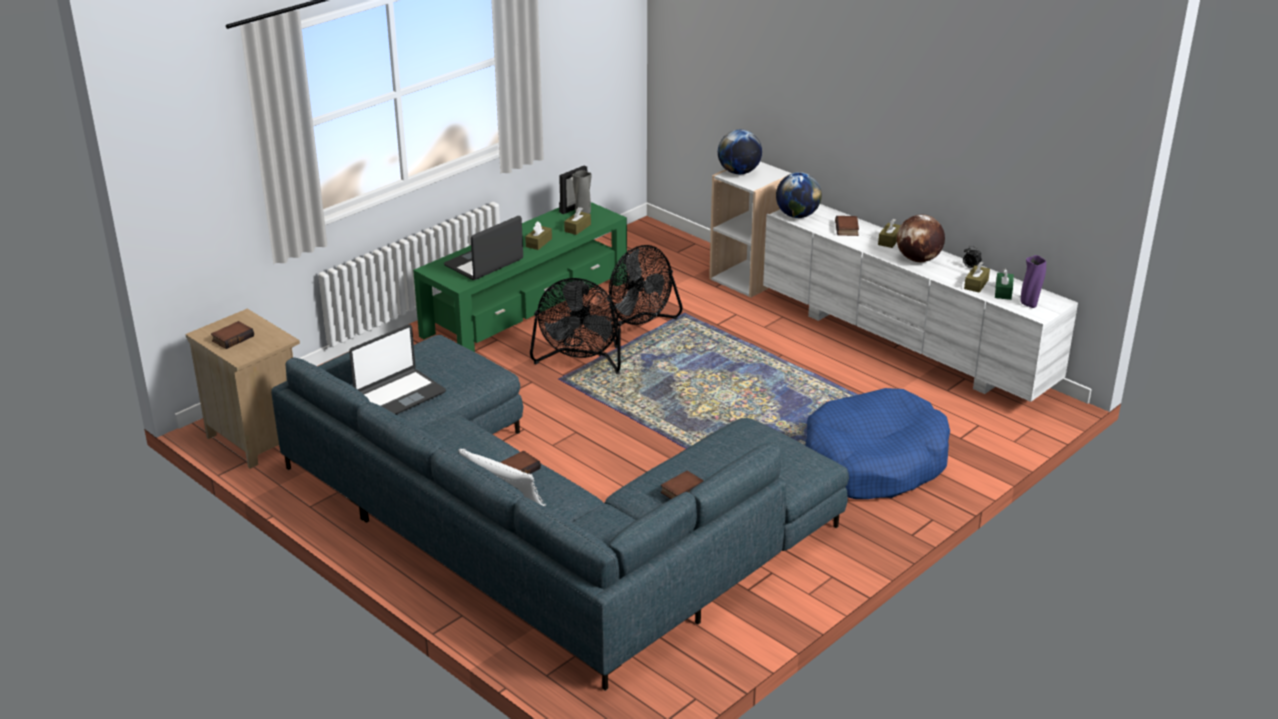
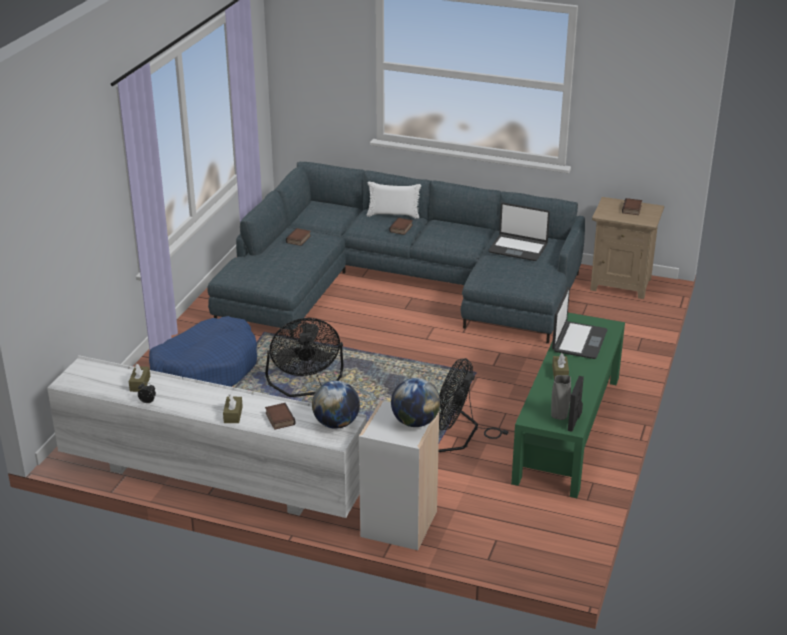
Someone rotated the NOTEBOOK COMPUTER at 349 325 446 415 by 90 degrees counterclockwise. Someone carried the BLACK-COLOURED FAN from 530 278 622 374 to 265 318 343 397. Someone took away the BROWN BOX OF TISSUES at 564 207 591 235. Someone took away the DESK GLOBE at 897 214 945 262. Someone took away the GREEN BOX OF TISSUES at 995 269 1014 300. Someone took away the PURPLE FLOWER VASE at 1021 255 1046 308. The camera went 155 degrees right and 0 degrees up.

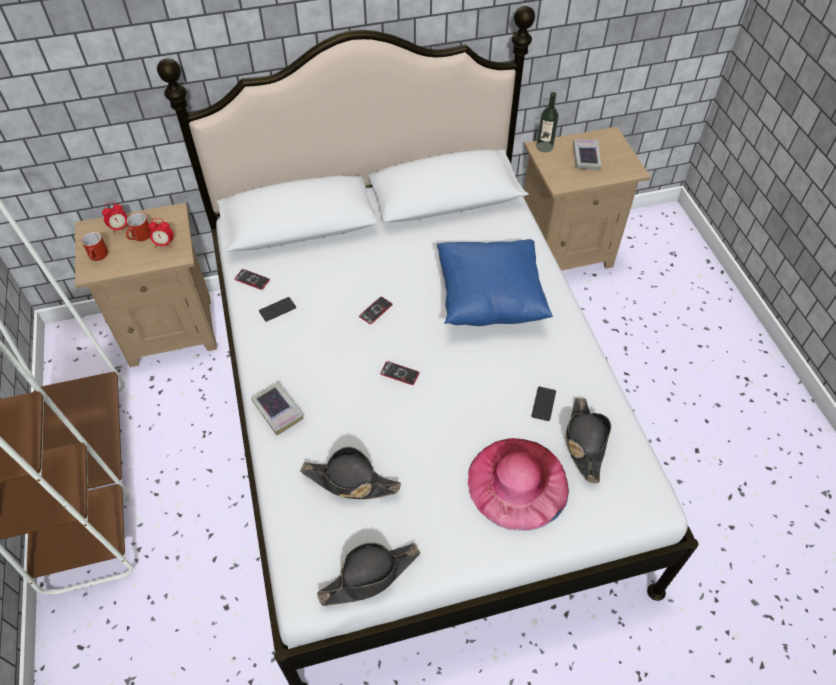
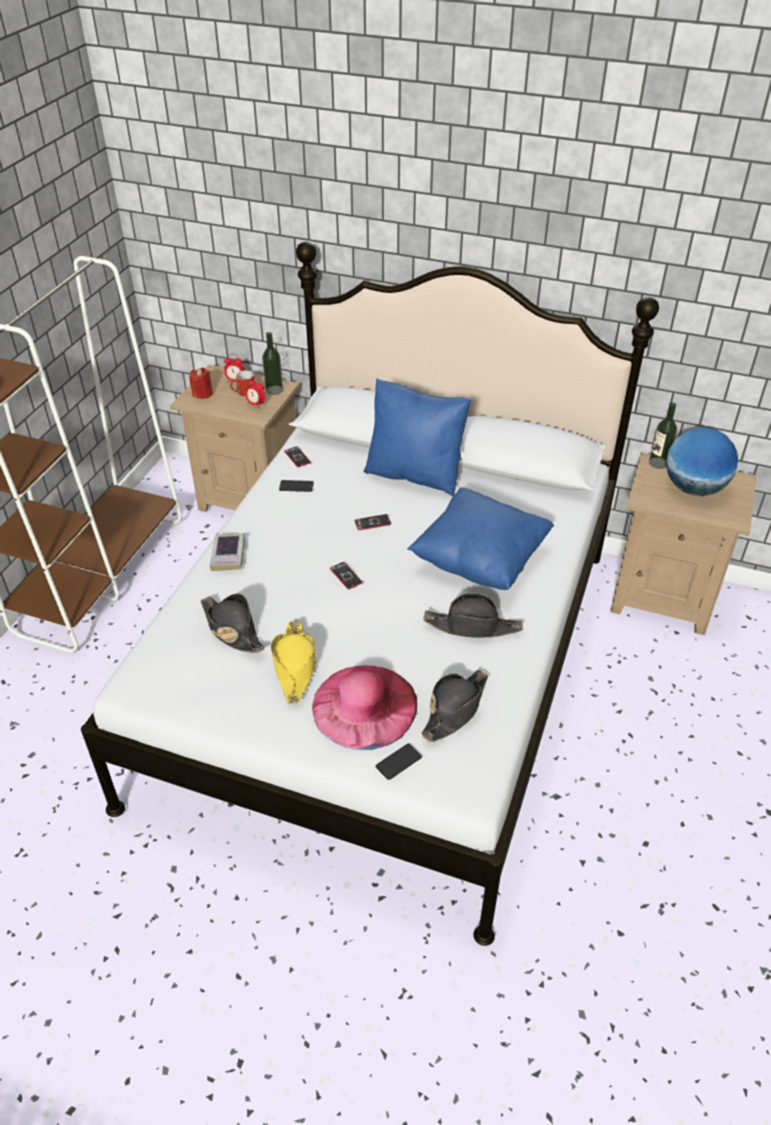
Someone swapped the RED-COLOURED TEA MUG at 81 232 108 261 for the RED-COLOURED WAX LIGHT at 189 367 213 399. Someone carried the BLACK-COLOURED HAT from 317 542 420 606 to 424 593 523 638. Someone carried the TELEPHONE from 532 387 556 421 to 376 743 422 780. Someone swapped the BOUND BOOK at 573 139 601 171 for the DESK GLOBE at 666 427 738 496. Someone put down the BOTTLE at 262 332 283 395. Someone put down the YELLOWISH HAT at 271 620 317 704. Someone put down the BLUE THROW PILLOW at 363 378 471 496. The camera went 35 degrees right and 10 degrees down.

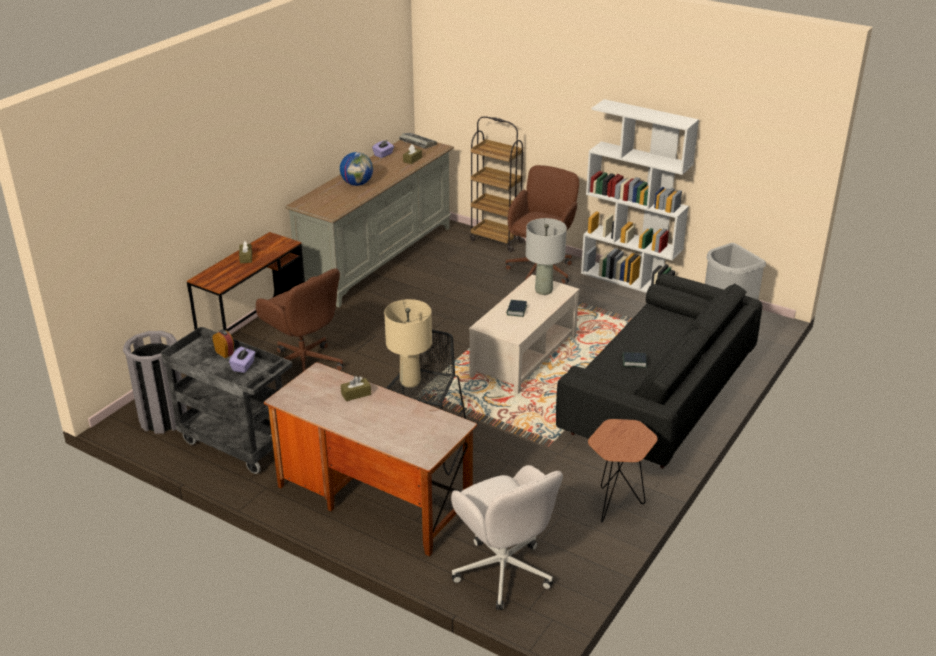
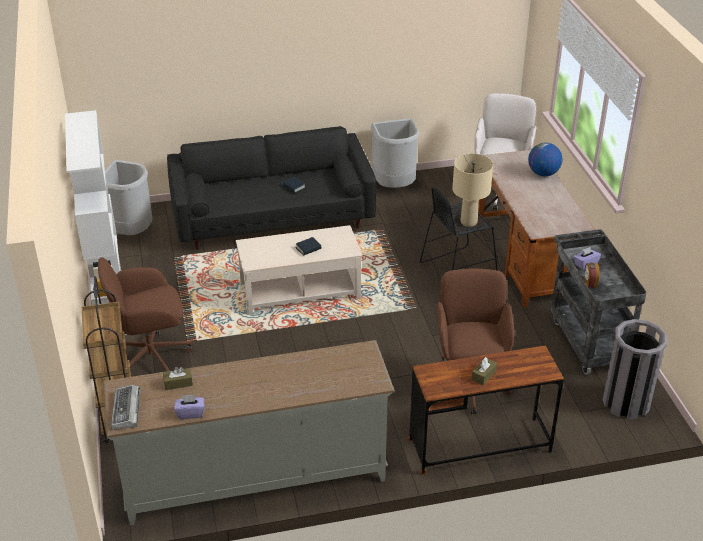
Someone carried the DESK GLOBE from 340 152 373 186 to 528 142 563 176. Someone took away the BROWN BOX OF TISSUES at 341 376 371 401. Someone took away the GREYISH TABLETOP LAMP at 526 218 567 295. Someone swapped the BROWN END TABLE at 588 419 658 522 for the GREYISH WASTE BIN at 371 119 419 188. The camera went 135 degrees left and 5 degrees up.

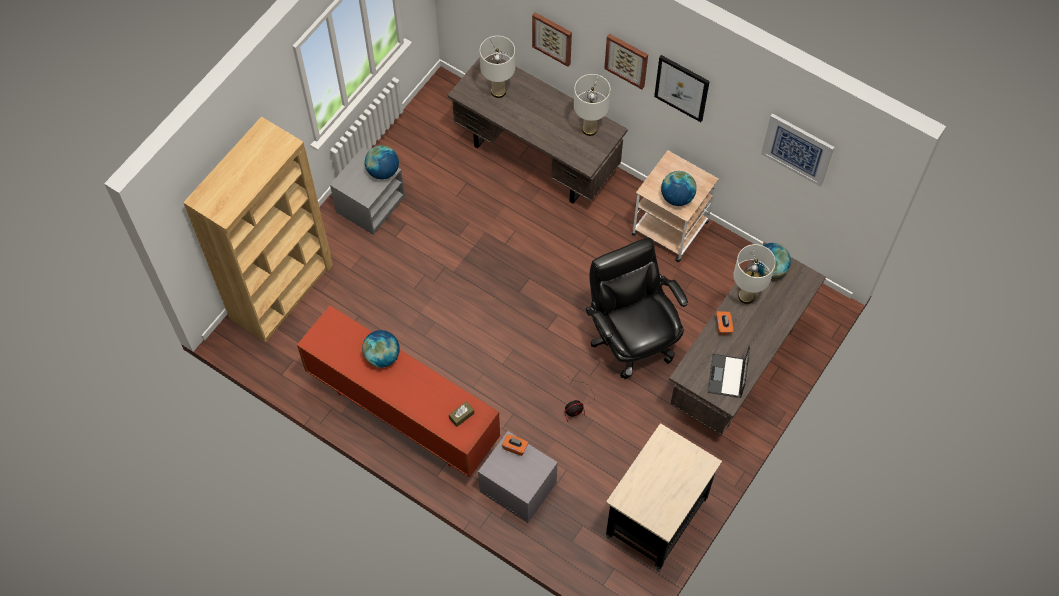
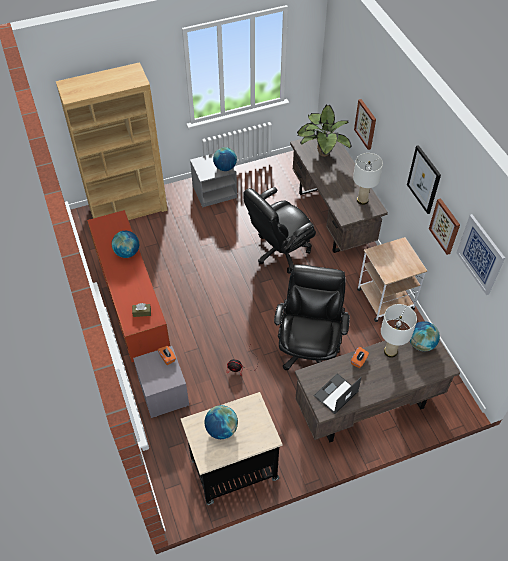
Someone swapped the WHITE-COLOURED TABLETOP LAMP at 480 36 515 98 for the PLANT IN A POT at 297 104 352 157. Someone carried the PICTURE from 604 34 648 89 to 429 198 460 255. Someone carried the DESK GLOBE from 661 171 697 206 to 205 405 238 439. Someone put down the BLACK-COLOURED DESK CHAIR at 243 187 316 274. The camera went 35 degrees right and 10 degrees down.

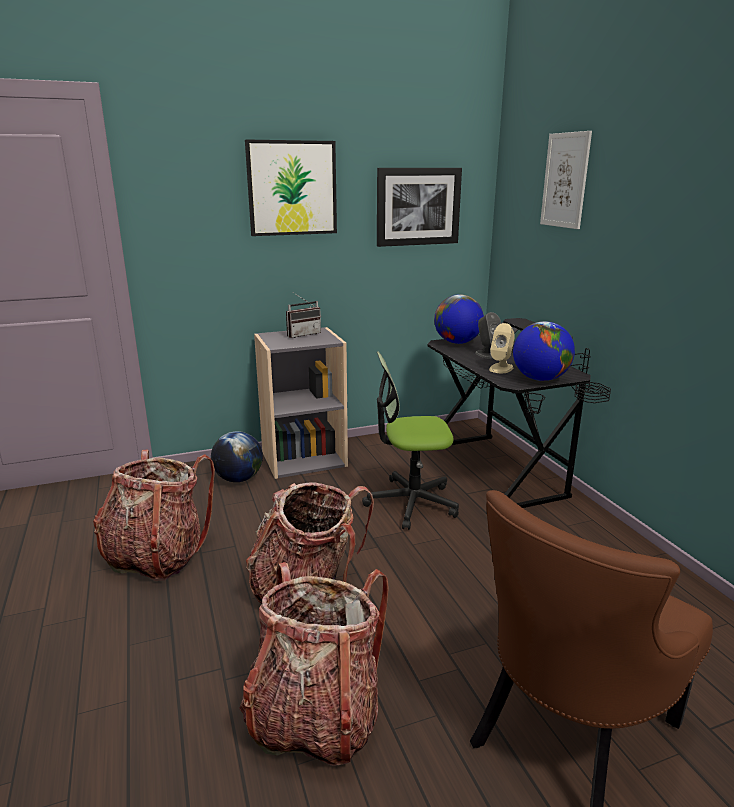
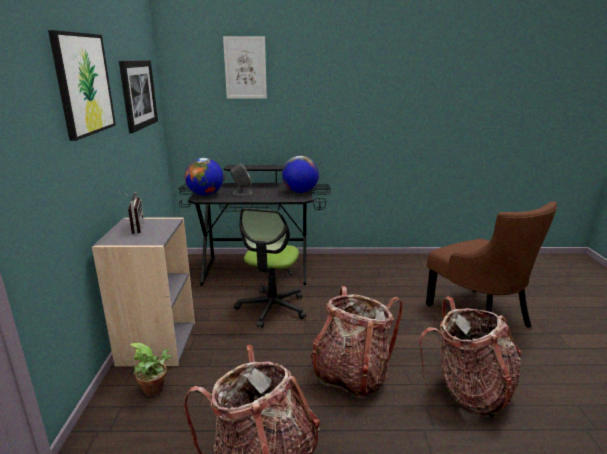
Someone swapped the DESK GLOBE at 211 431 263 482 for the PLANT IN A POT at 129 343 172 396. Someone took away the BEIGE-COLOURED AUDIO SPEAKER at 489 323 515 374. The camera went 70 degrees left and 0 degrees up.

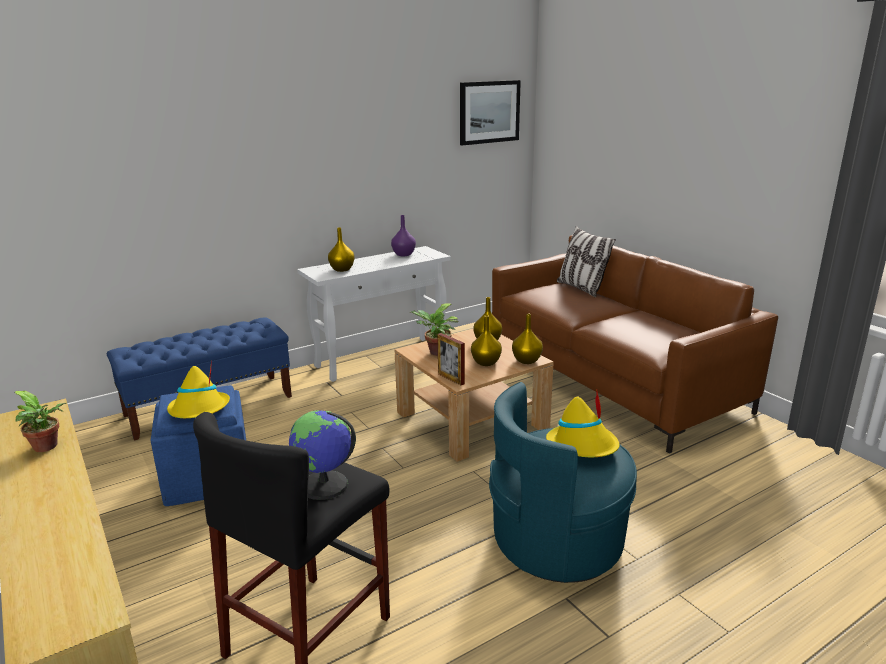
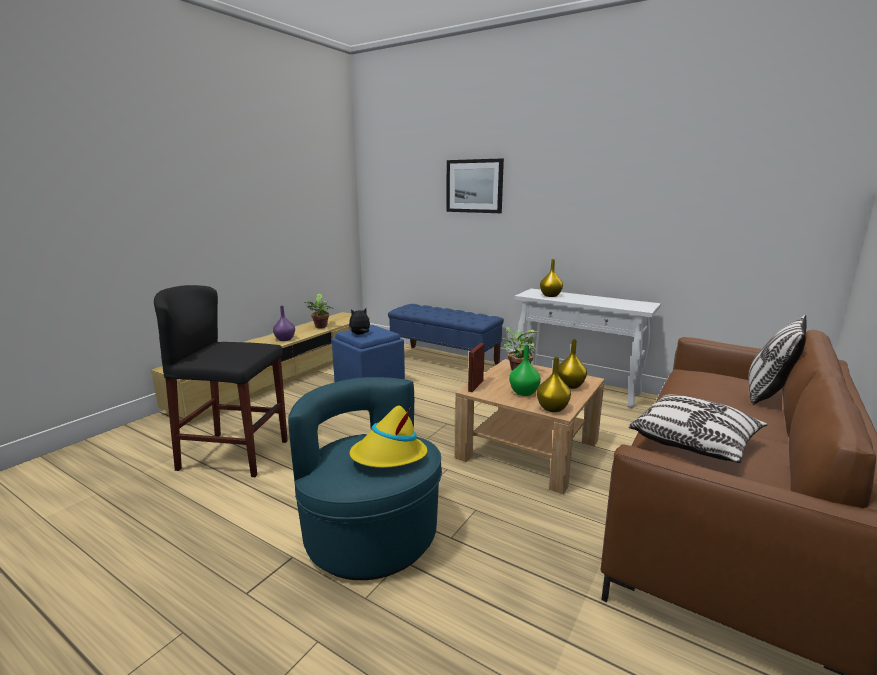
Someone swapped the YELLOWISH HAT at 167 360 230 418 for the CUDDLY TOY at 349 308 370 335. Someone took away the DESK GLOBE at 289 410 356 500. Someone carried the PURPLE FLOWER VASE from 391 215 416 256 to 273 306 295 341. Someone carried the PICTURE from 460 80 521 145 to 446 158 504 213. Someone repainted the YELLOWISH FLOWER VASE at 471 315 502 366, which became the GREEN FLOWER VASE at 509 345 541 396. Someone put down the THROW PILLOW at 629 394 768 463. The camera went 65 degrees right and 5 degrees down.

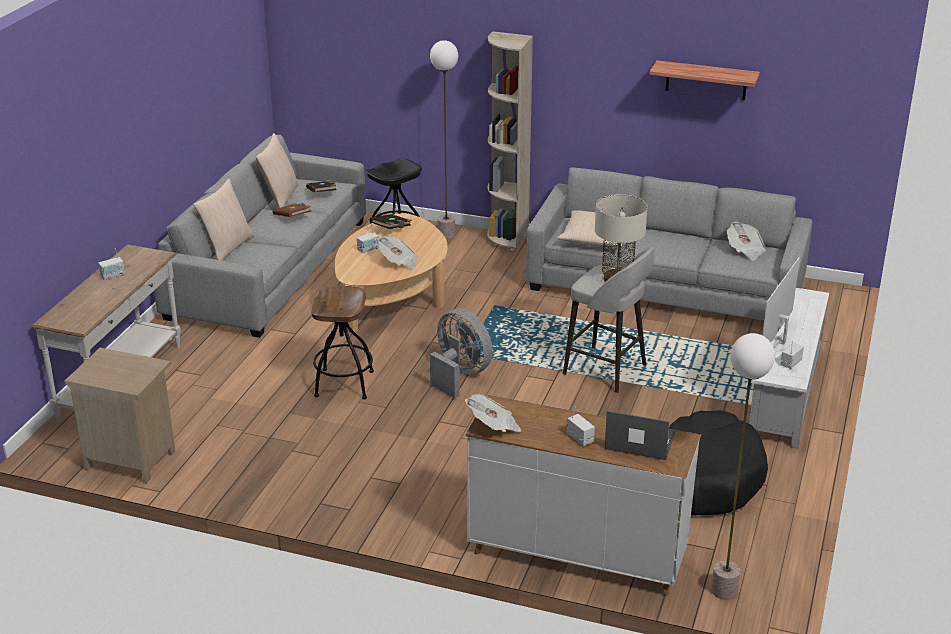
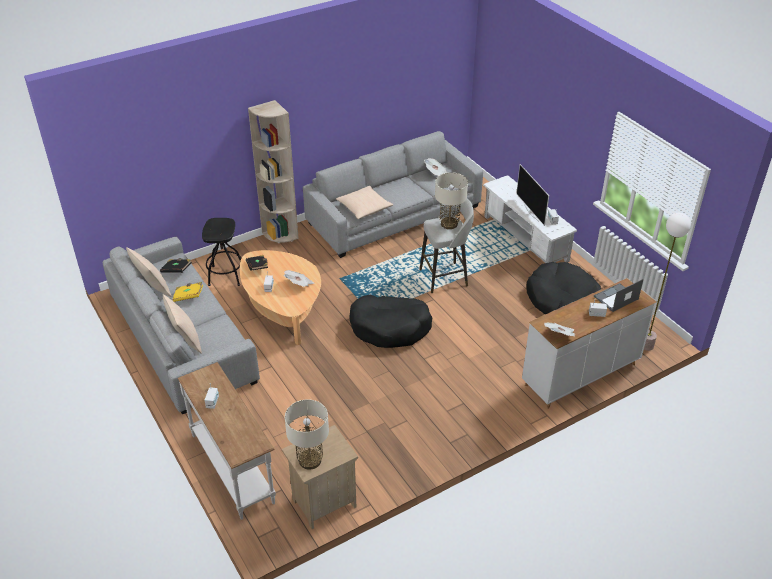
Someone repainted the BROWN BOUND BOOK at 272 203 311 217, which became the YELLOWISH BOUND BOOK at 172 282 203 302. Someone took away the BROWN STOOL at 311 286 374 399. Someone took away the FLOOR LAMP at 430 40 458 239. Someone swapped the GREYISH FAN at 430 308 493 398 for the BLACK-COLOURED PET BED at 349 295 433 348. Someone took away the BRACKET SHELF at 649 60 760 100. Someone put down the TABLETOP LAMP at 285 399 329 470. The camera went 50 degrees left and 10 degrees up.

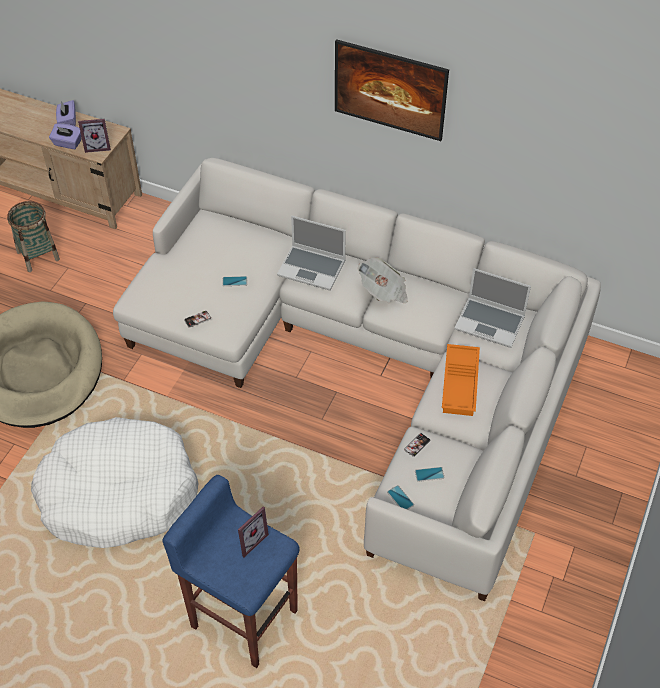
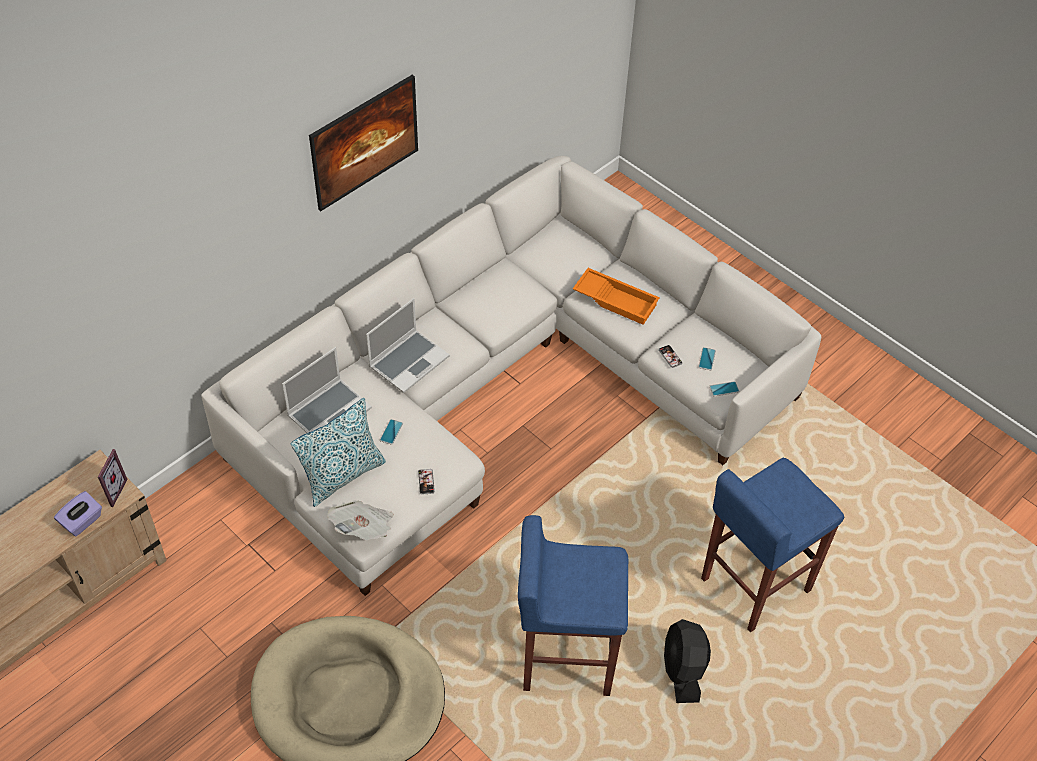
Someone took away the STORAGE BASKET at 7 201 60 272. Someone swapped the WHITE-COLOURED PET BED at 31 417 199 548 for the BLUE STOOL at 518 515 628 696. Someone took away the PURPLE BOX OF TISSUES at 56 100 76 126. Someone took away the PHOTO FRAME at 238 506 269 557. Someone carried the DAILY PAPER from 358 257 408 303 to 327 500 394 540. Someone carried the NOTEBOOK COMPUTER from 454 268 531 348 to 282 347 372 433. Someone put down the THROW PILLOW at 291 398 386 507. Someone put down the BLACK-COLOURED FAN at 664 619 711 703. The camera went 70 degrees left and 0 degrees up.

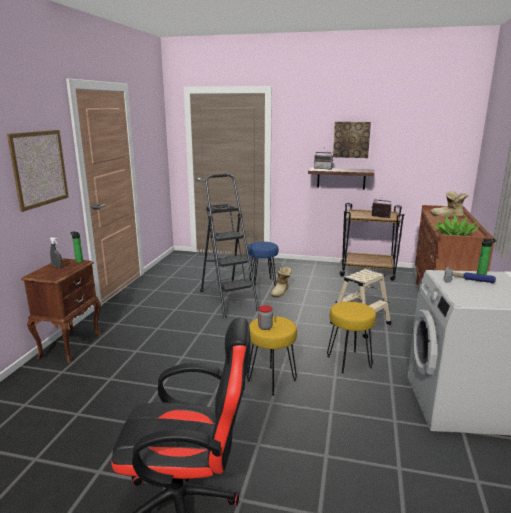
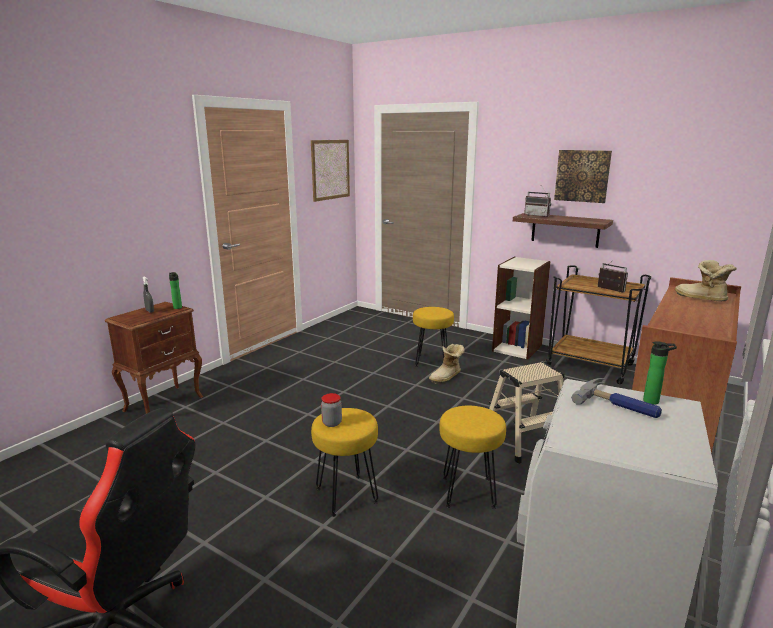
Someone carried the PICTURE from 7 130 69 212 to 311 140 350 202. Someone took away the STEPLADDER at 200 174 259 318. Someone repainted the BLUE STOOL at 248 242 278 287, which became the YELLOWISH STOOL at 413 307 454 367. Someone took away the PLANT IN A POT at 434 215 479 236. Someone put down the SHELVING UNIT at 492 257 551 360. The camera went 20 degrees right and 0 degrees up.

